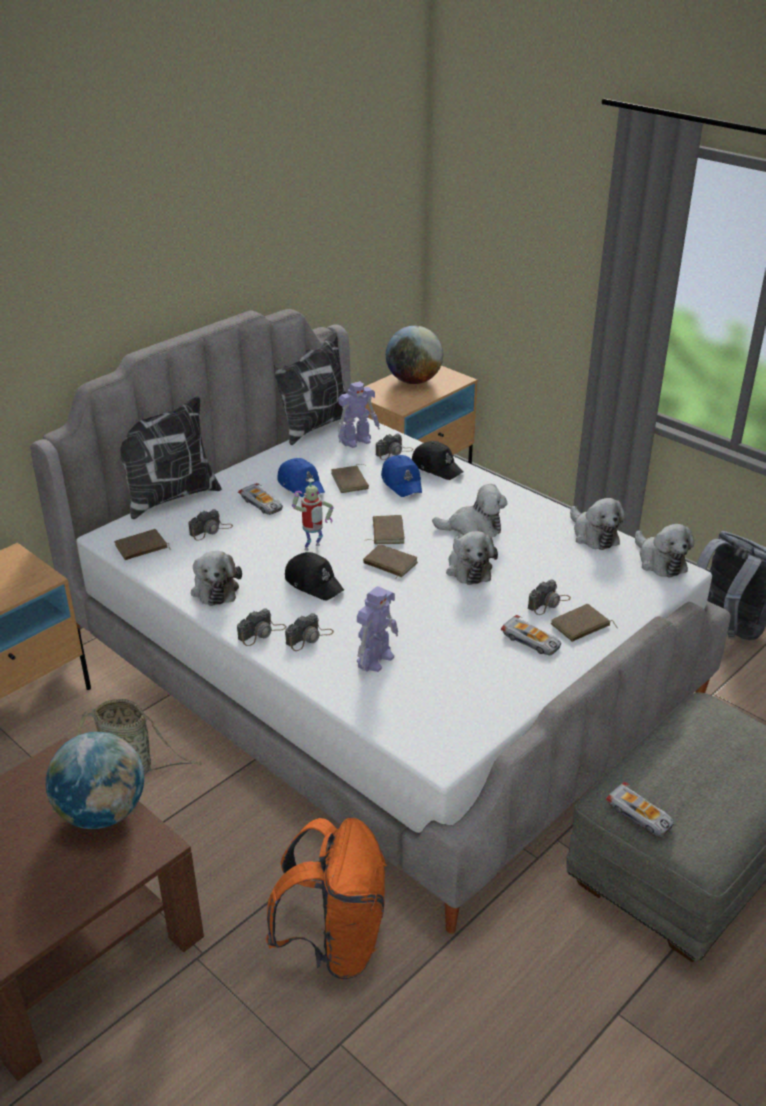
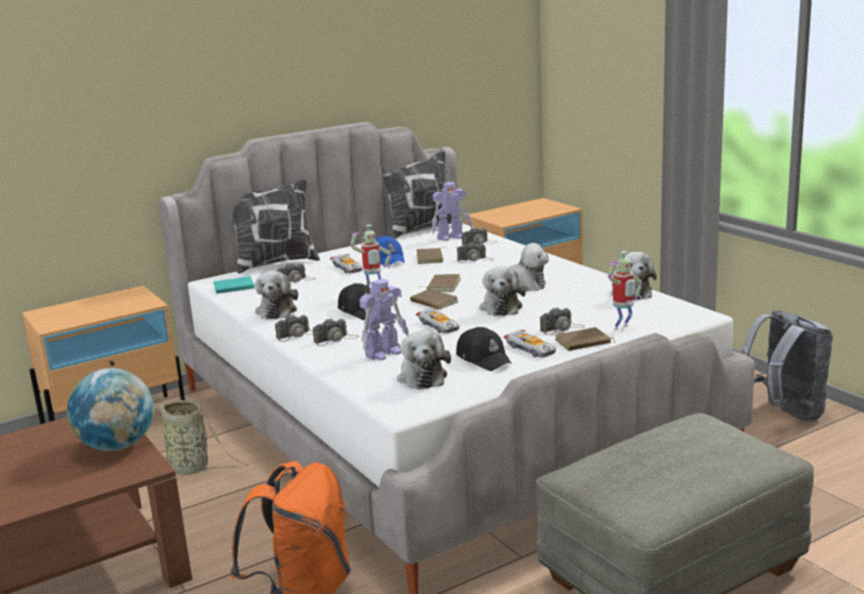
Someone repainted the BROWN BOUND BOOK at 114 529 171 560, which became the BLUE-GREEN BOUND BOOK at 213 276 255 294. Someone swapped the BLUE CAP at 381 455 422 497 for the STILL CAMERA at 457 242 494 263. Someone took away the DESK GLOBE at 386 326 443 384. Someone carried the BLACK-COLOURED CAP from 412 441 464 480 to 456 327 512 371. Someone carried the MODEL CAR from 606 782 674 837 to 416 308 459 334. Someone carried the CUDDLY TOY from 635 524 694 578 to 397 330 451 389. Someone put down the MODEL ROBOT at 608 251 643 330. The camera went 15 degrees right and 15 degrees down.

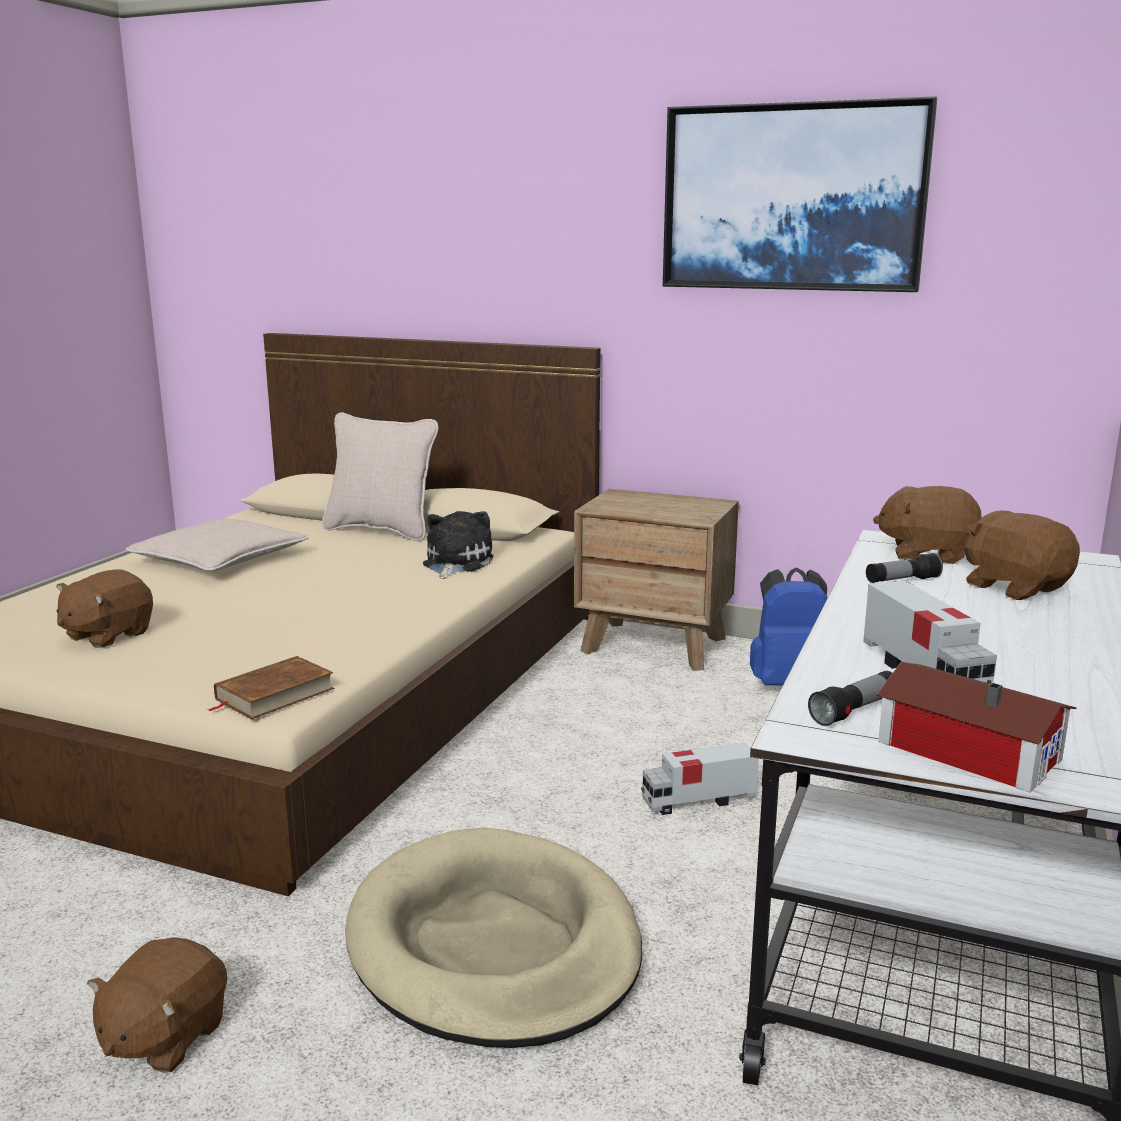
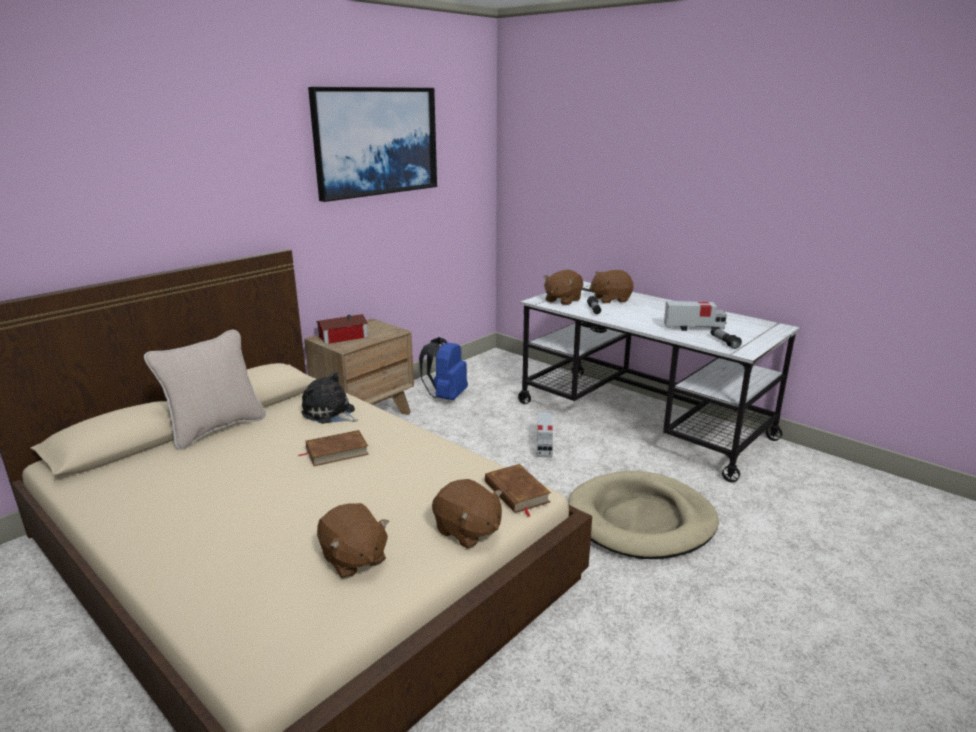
Someone carried the BROWN CUDDLY TOY from 87 937 227 1073 to 432 479 502 549. Someone took away the BEIGE-COLOURED THROW PILLOW at 126 519 309 571. Someone carried the MODEL HOUSE from 876 662 1076 792 to 316 314 368 344. Someone put down the BROWN BOUND BOOK at 299 430 369 466. The camera went 70 degrees left and 5 degrees up.

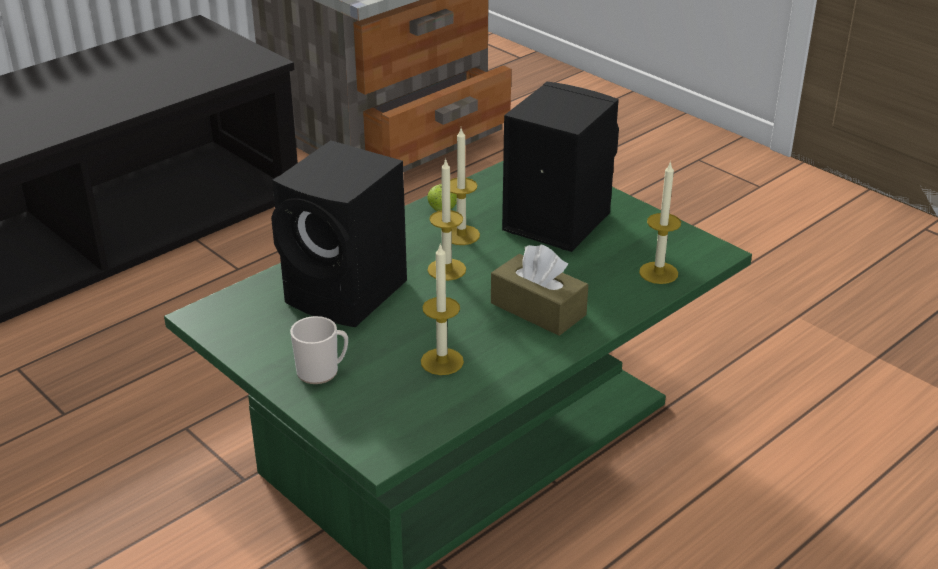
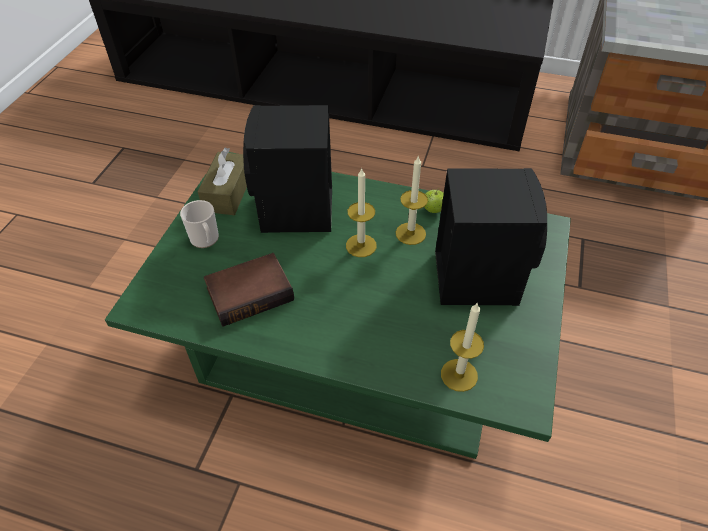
Someone swapped the WAX LIGHT at 421 243 464 375 for the BOUND BOOK at 204 253 294 327. Someone carried the BROWN BOX OF TISSUES from 491 245 588 336 to 198 148 247 215. The camera went 60 degrees right and 15 degrees up.

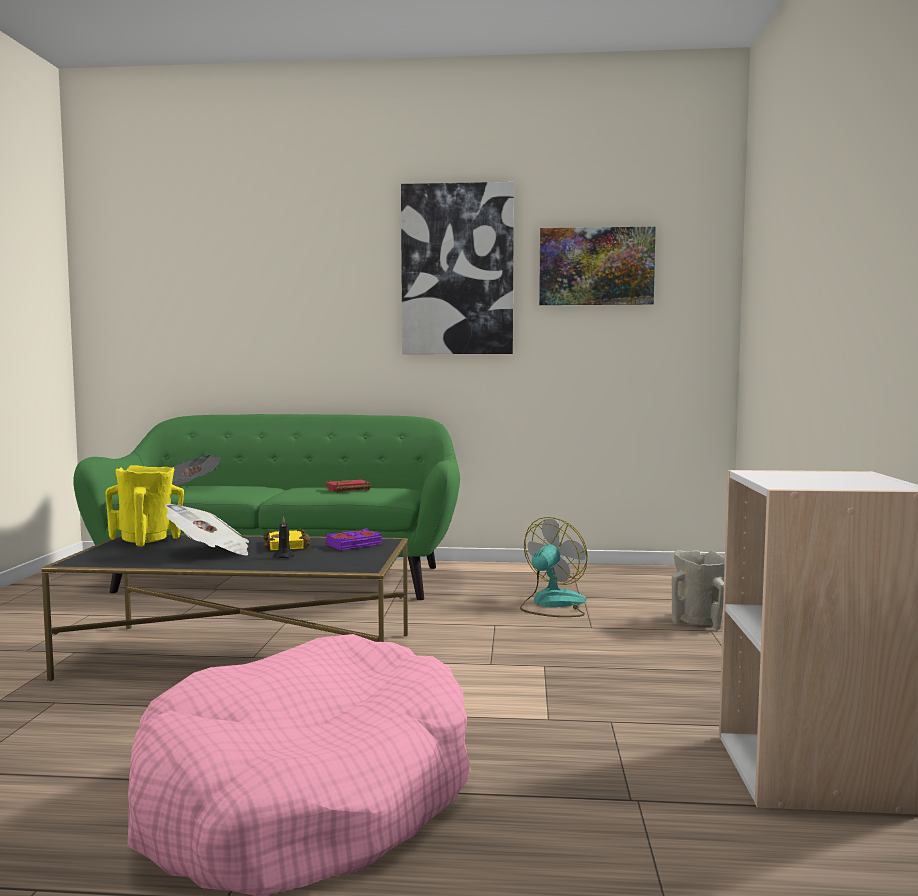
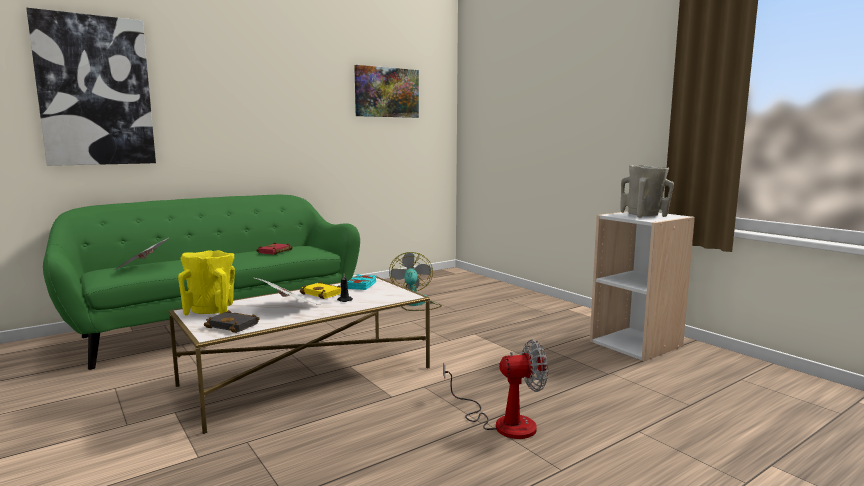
Someone repainted the BLACK-COLOURED LOW TABLE at 41 534 408 681, which became the WHITE-COLOURED LOW TABLE at 169 276 430 434. Someone swapped the PINK-COLOURED PET BED at 128 634 471 896 for the FAN at 443 340 548 439. Someone repainted the PURPLE BOUND BOOK at 326 529 382 550, which became the BLUE-GREEN BOUND BOOK at 347 274 377 290. Someone carried the PICTURE from 401 182 514 354 to 26 8 156 166. Someone carried the BEIGE-COLOURED FLOWER VASE from 672 550 725 630 to 620 165 674 218. Someone put down the BLACK-COLOURED BOUND BOOK at 204 310 260 333. The camera went 40 degrees left and 5 degrees up.

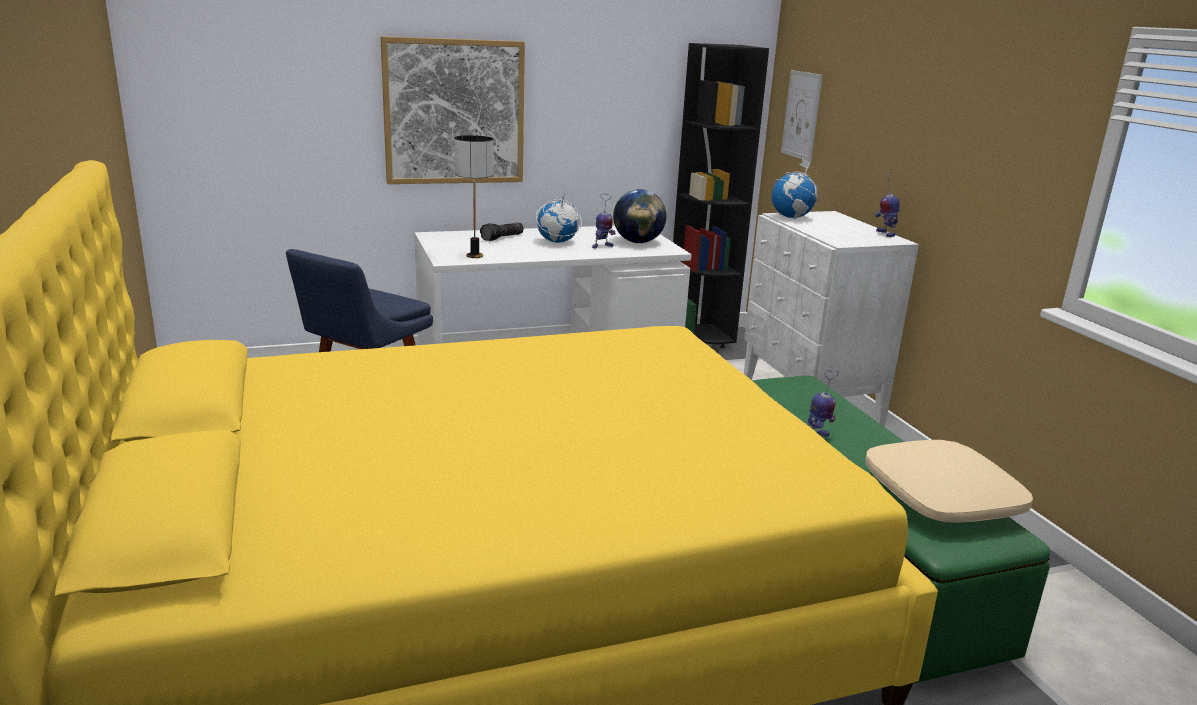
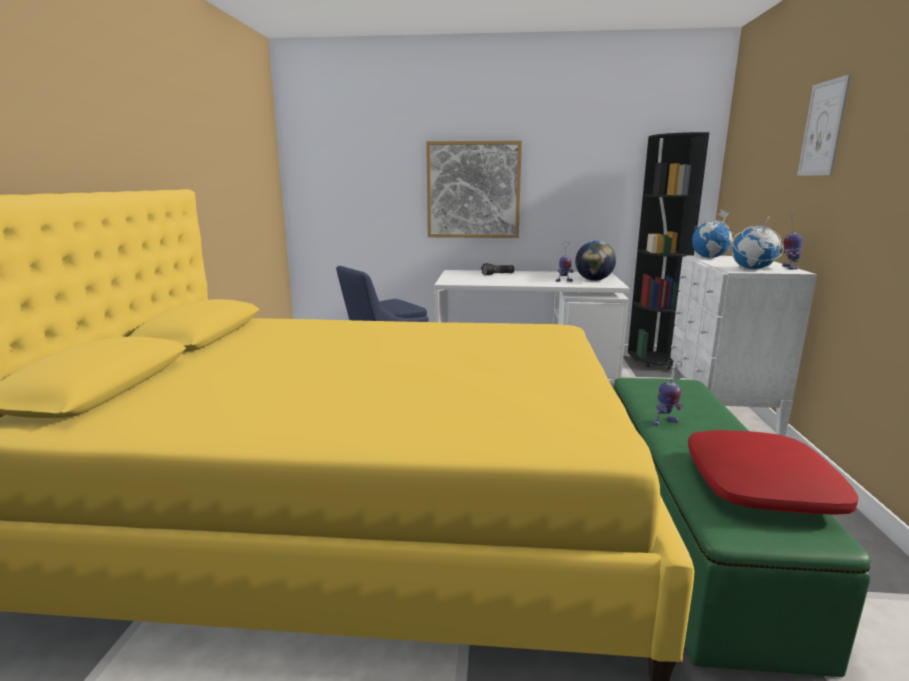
Someone took away the TABLETOP LAMP at 455 135 494 258. Someone carried the DESK GLOBE from 536 193 582 243 to 732 218 784 269. Someone carried the PICTURE from 781 70 823 162 to 797 74 851 176. Someone repainted the BEIGE-COLOURED THROW PILLOW at 865 440 1033 523, which became the RED-COLOURED THROW PILLOW at 688 430 859 515. The camera went 25 degrees right and 5 degrees down.

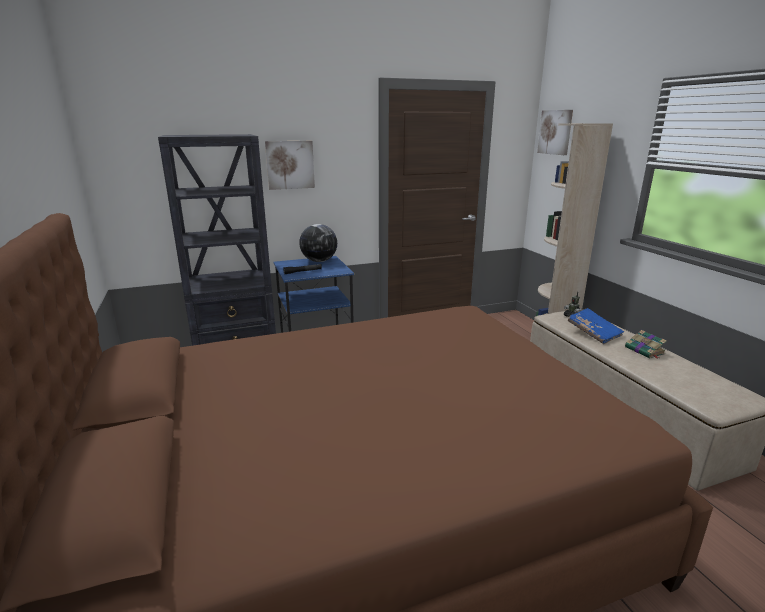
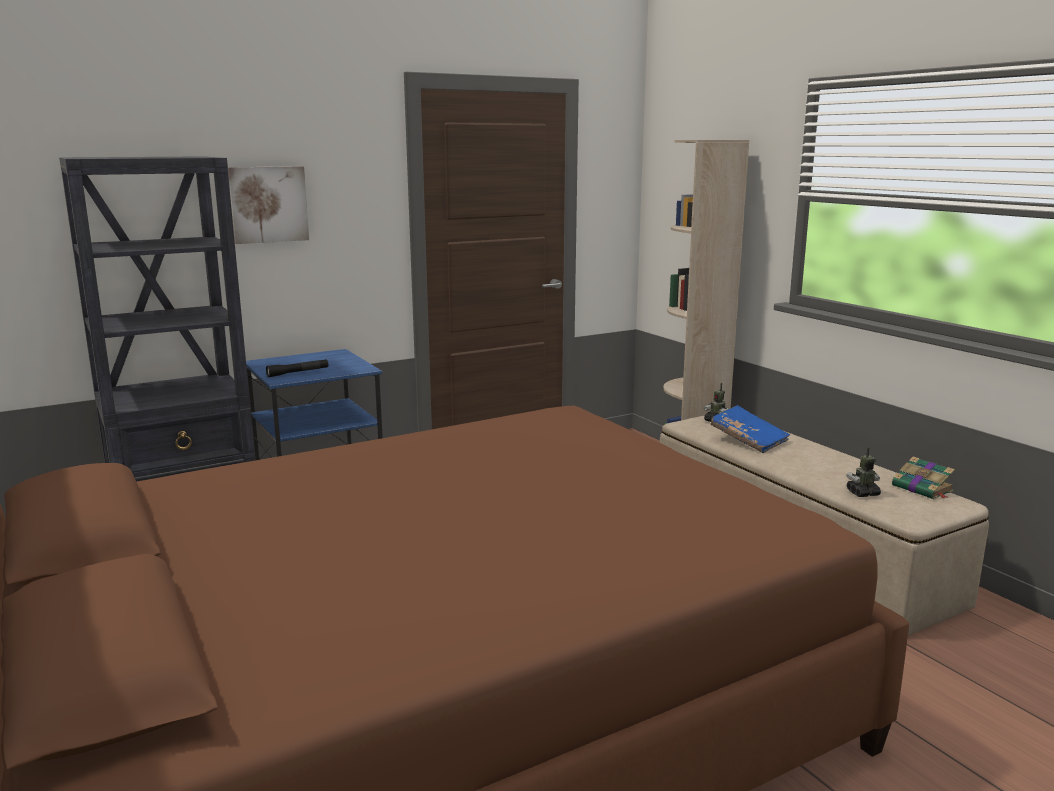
Someone took away the DESK GLOBE at 299 224 337 262. Someone took away the PICTURE at 537 110 573 155. Someone carried the BOUND BOOK from 625 330 667 359 to 892 456 955 500. Someone put down the MODEL ROBOT at 846 447 881 497. The camera went 10 degrees left and 5 degrees down.

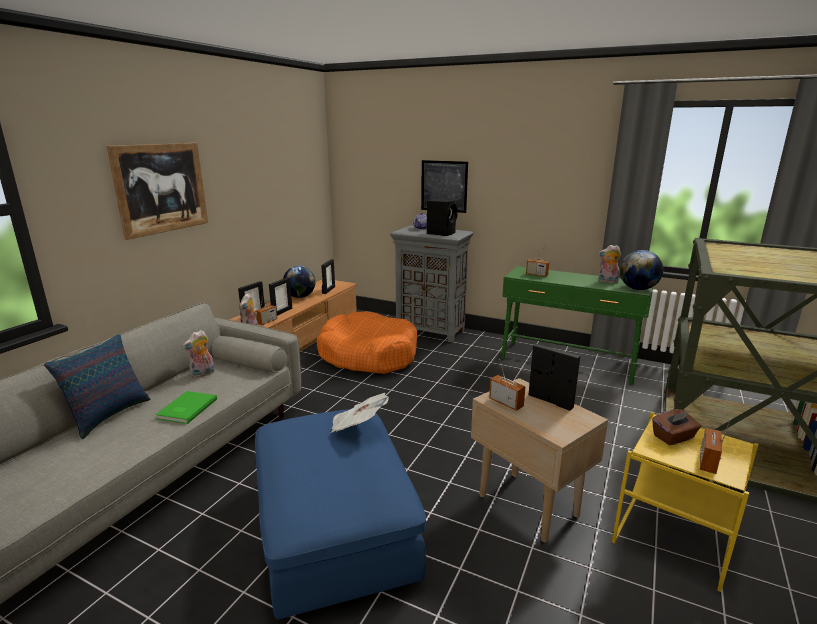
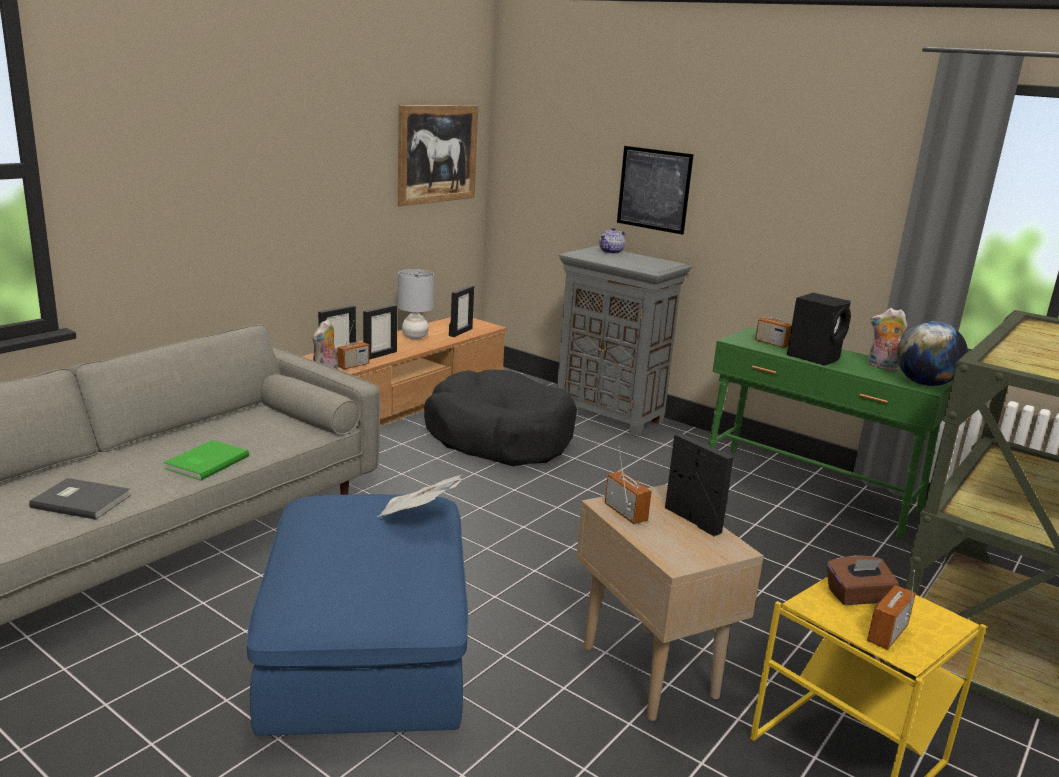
Someone took away the BLUE THROW PILLOW at 44 334 150 439. Someone carried the PICTURE from 106 143 208 240 to 398 105 478 207. Someone took away the CUDDLY TOY at 182 330 215 378. Someone swapped the DESK GLOBE at 283 266 316 298 for the GREYISH TABLETOP LAMP at 398 269 434 339. Someone repainted the ORANGE PET BED at 317 311 417 374, which became the BLACK-COLOURED PET BED at 424 369 577 466. Someone carried the BLACK-COLOURED AUDIO SPEAKER from 427 198 458 236 to 787 293 851 365. Someone put down the GREYISH BOUND BOOK at 29 478 131 520. The camera went 10 degrees right and 0 degrees up.

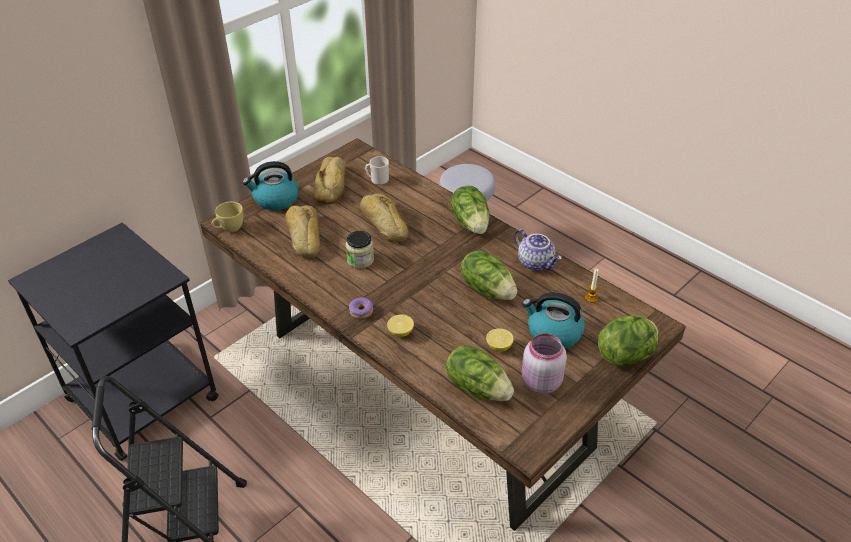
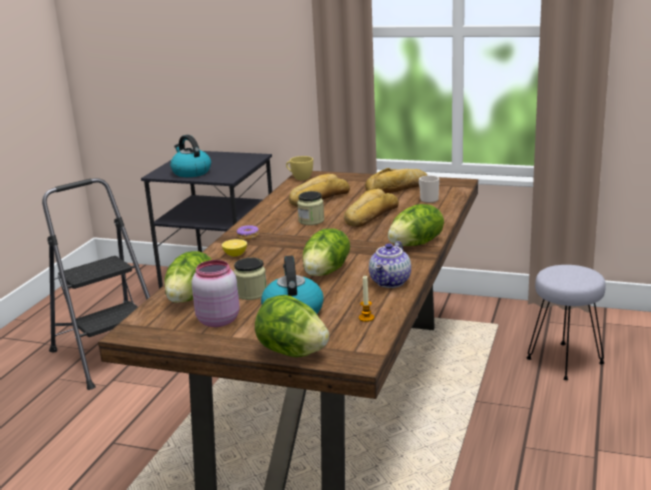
Someone carried the TEA KETTLE from 242 161 299 210 to 170 135 211 177. Someone swapped the CITRUS FRUIT at 486 328 514 352 for the PRESERVE JAR at 234 258 267 300. The camera went 65 degrees right and 20 degrees down.

